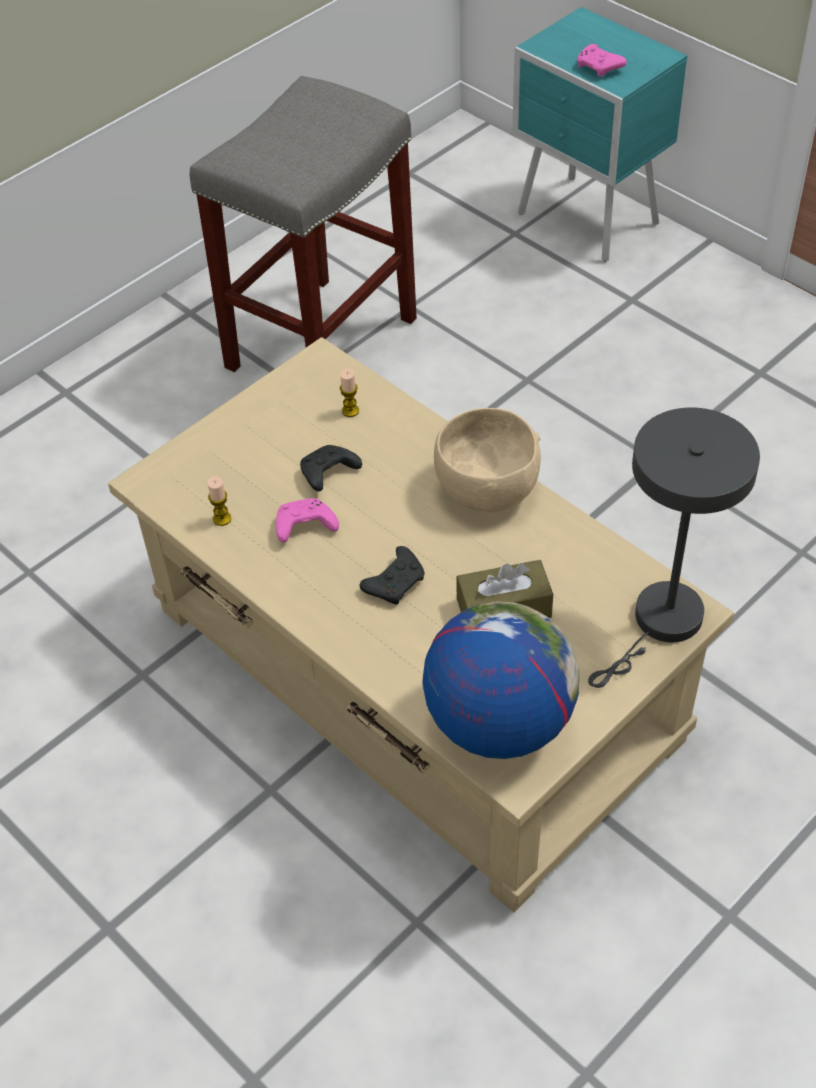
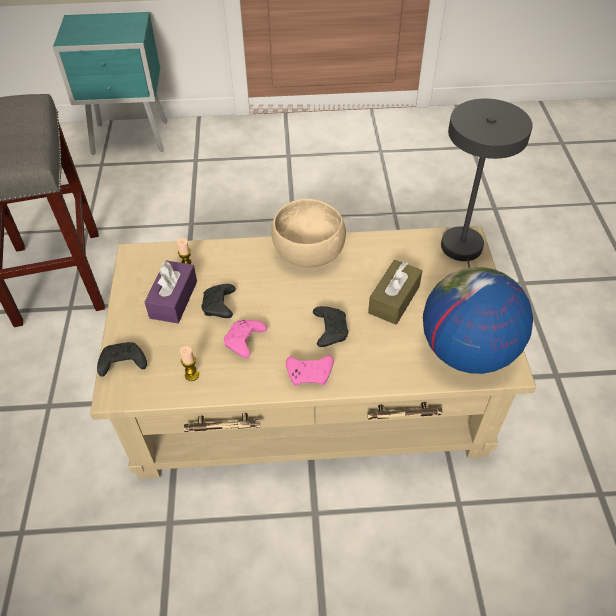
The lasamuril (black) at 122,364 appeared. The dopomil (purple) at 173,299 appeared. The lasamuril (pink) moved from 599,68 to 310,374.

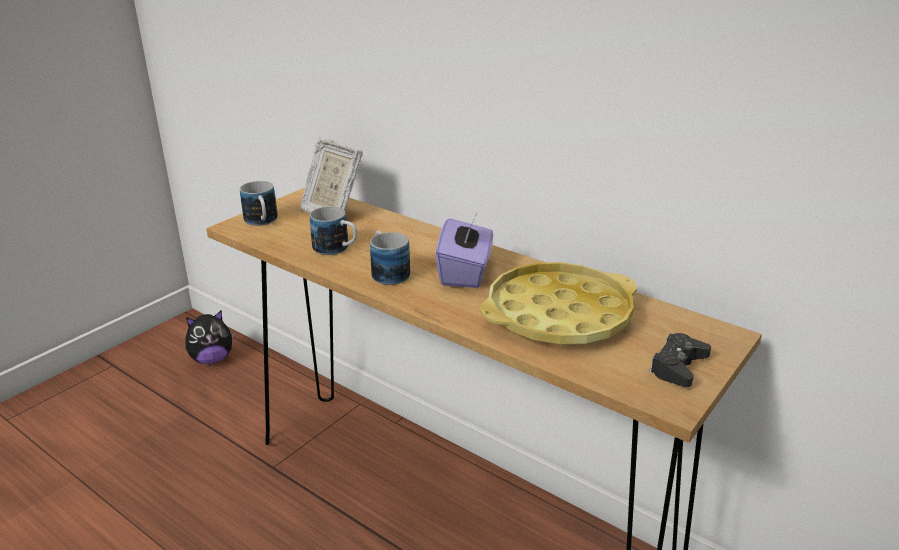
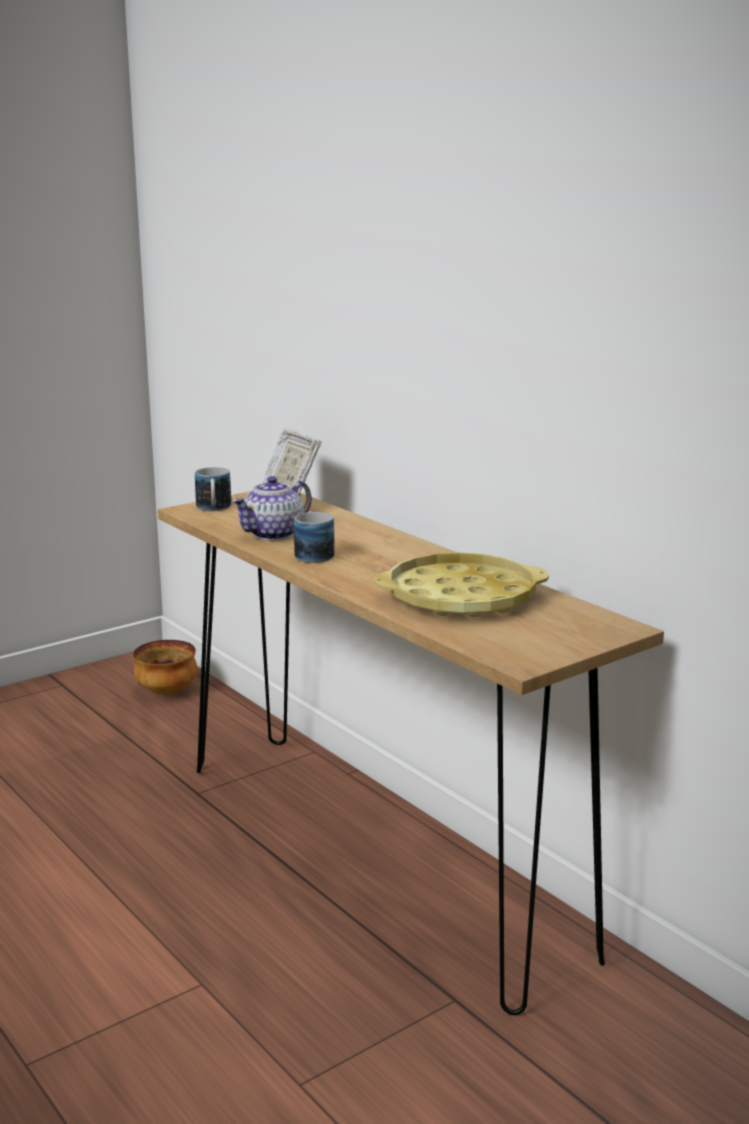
The dopomil (purple) at 465,273 disappeared. The lasamuril (black) at 678,367 disappeared. The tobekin at 212,359 was replaced by the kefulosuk at 167,692. The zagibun at 337,249 was replaced by the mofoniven at 274,534.

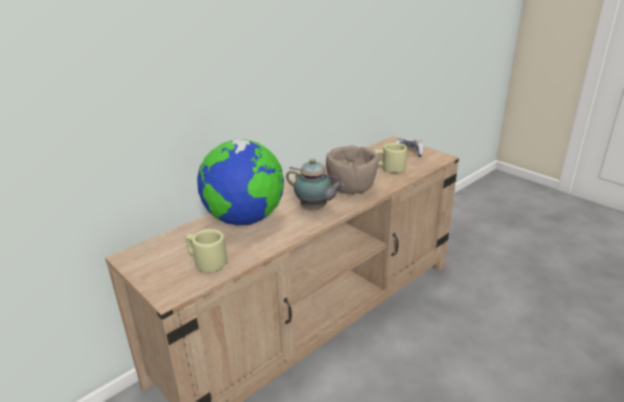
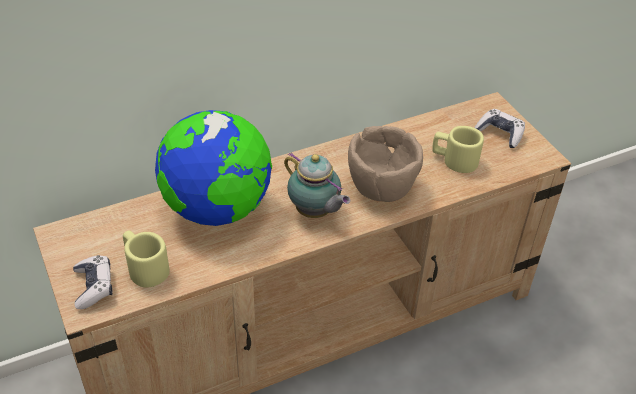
The lasamuril at 94,287 appeared.

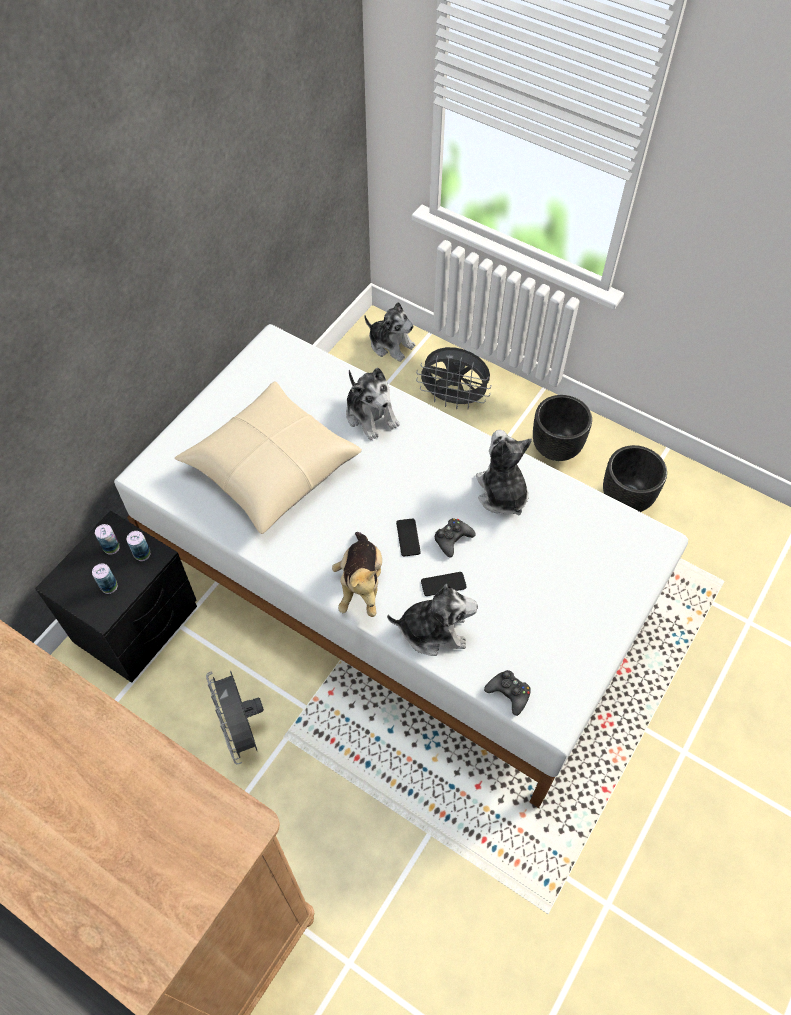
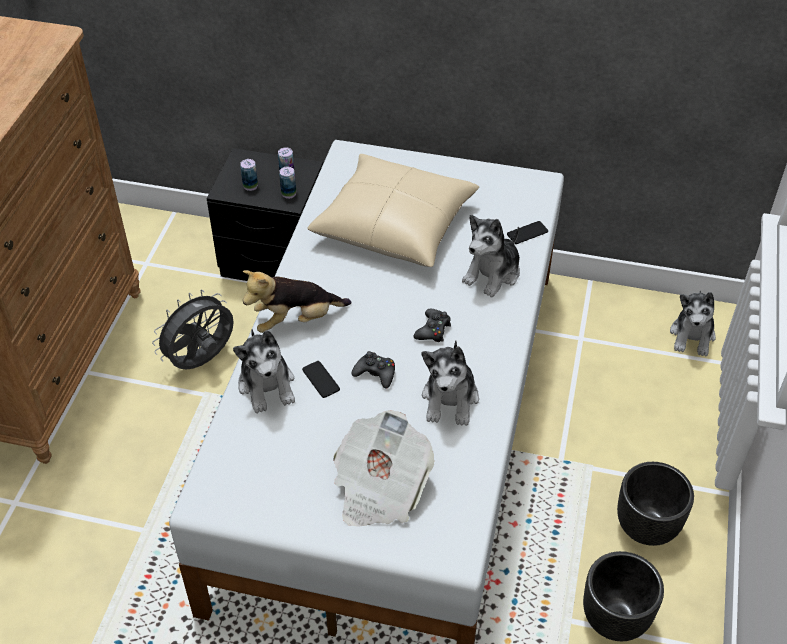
The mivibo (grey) at 453,400 disappeared. The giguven at 379,487 appeared. The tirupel moved from 408,537 to 527,233. The lasamuril (black) moved from 509,693 to 433,330. The tobekin at 501,493 turned 135 degrees clockwise.

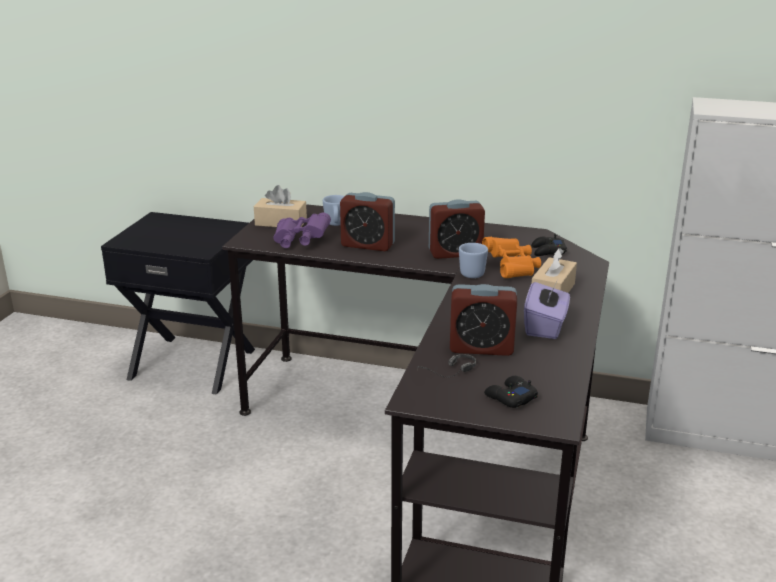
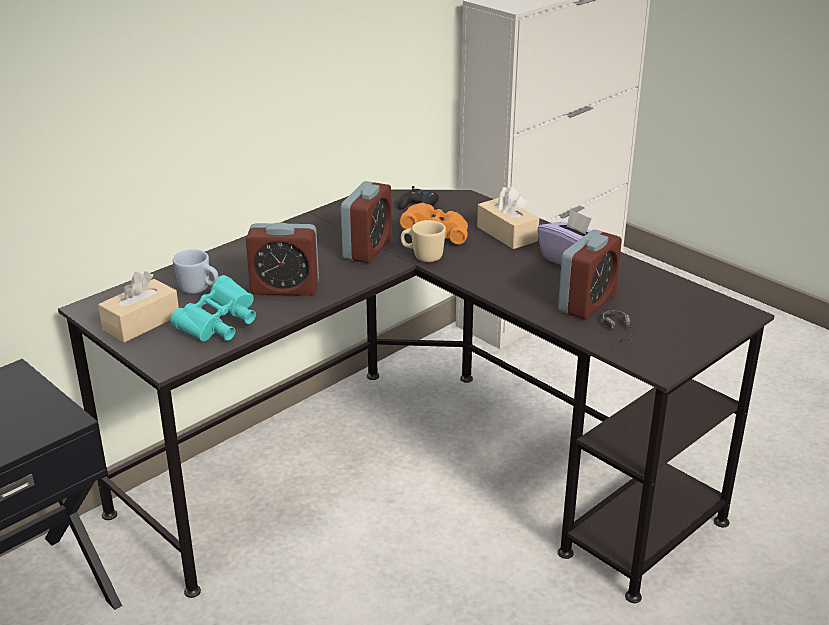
The lasamuril (black) at 510,397 disappeared. The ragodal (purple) at 300,241 became the ragodal (turquoise) at 219,325. The zagibun (blue) at 470,272 became the zagibun (beige) at 422,256. The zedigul at 367,245 turned 45 degrees clockwise.

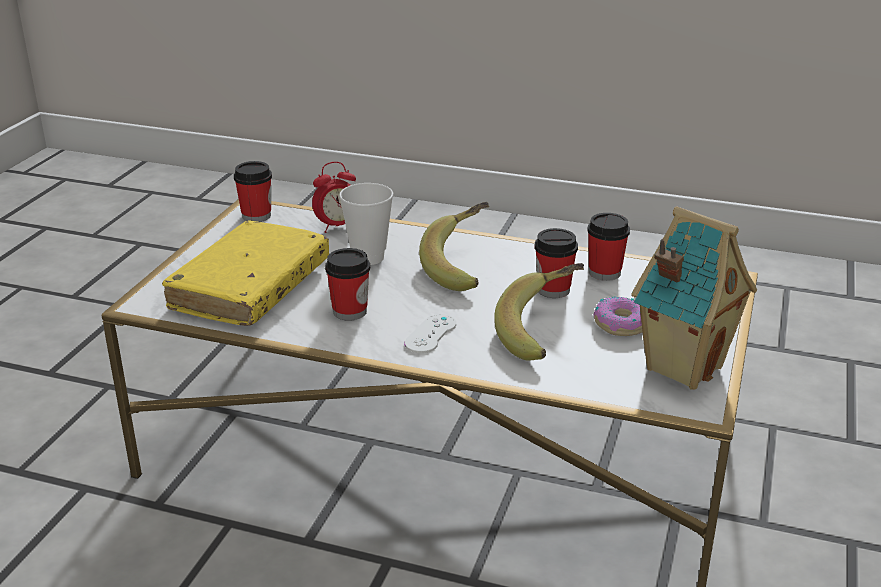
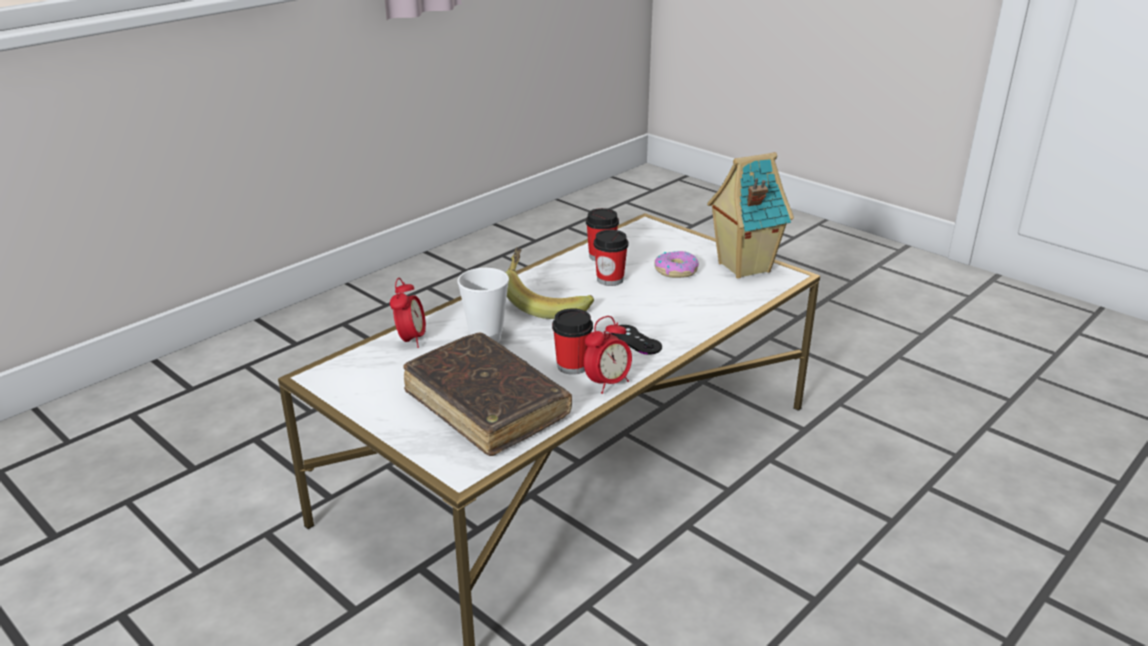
The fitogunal at 256,216 disappeared. The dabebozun at 544,333 disappeared. The zedigul at 607,383 appeared. The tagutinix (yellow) at 251,287 became the tagutinix (brown) at 486,405. The lasamuril (white) at 431,334 became the lasamuril (black) at 636,340.

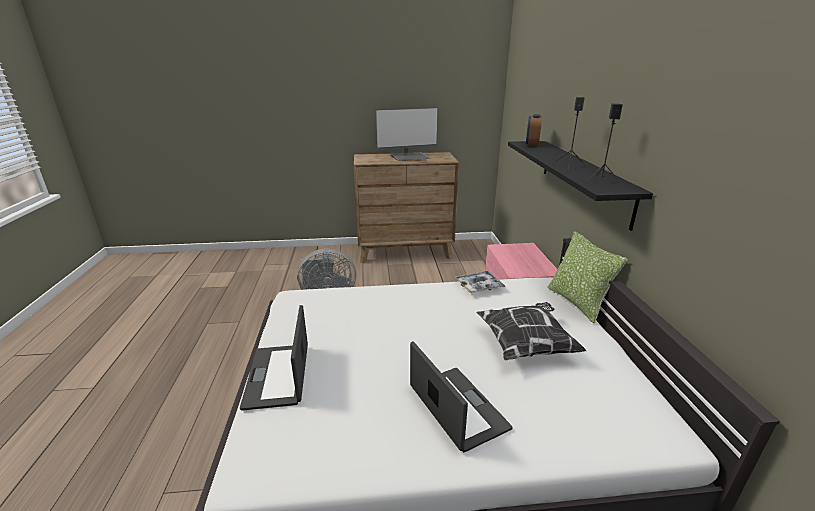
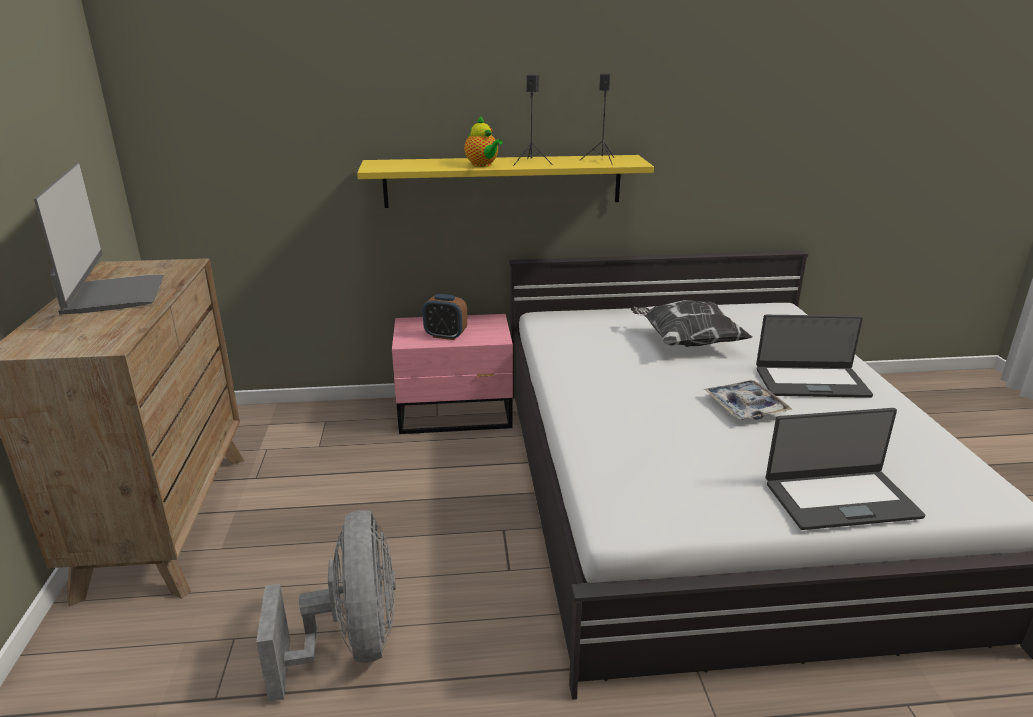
The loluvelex at 577,302 disappeared. The mofoniven at 483,165 appeared. The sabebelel moved from 479,286 to 745,407. The zedigul moved from 532,144 to 445,335. The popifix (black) at 583,179 became the popifix (yellow) at 503,181. The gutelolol at 456,408 turned 150 degrees counterclockwise.

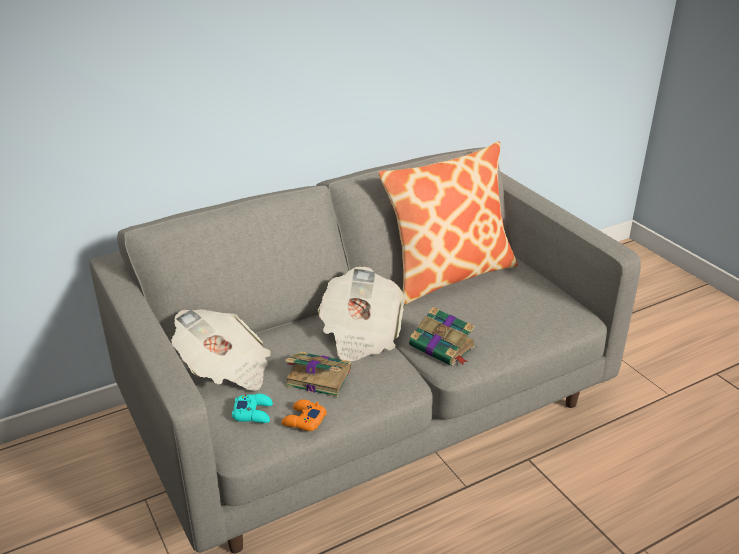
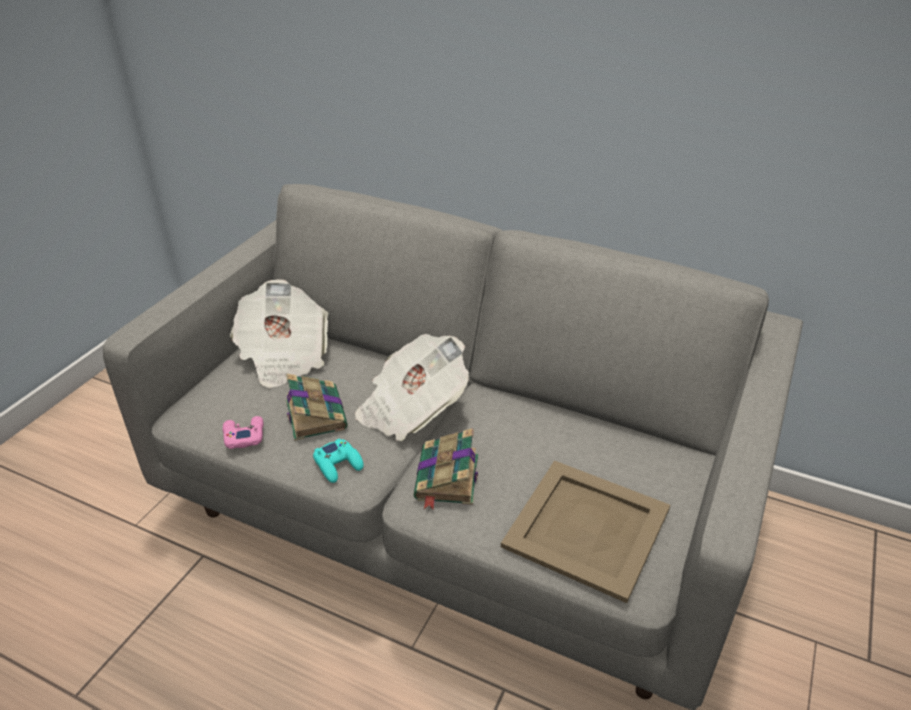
The loluvelex at 448,274 disappeared. The sabebelel (beige) at 588,527 appeared. The lasamuril (turquoise) moved from 253,413 to 338,464. The lasamuril (orange) at 303,420 became the lasamuril (pink) at 244,436.

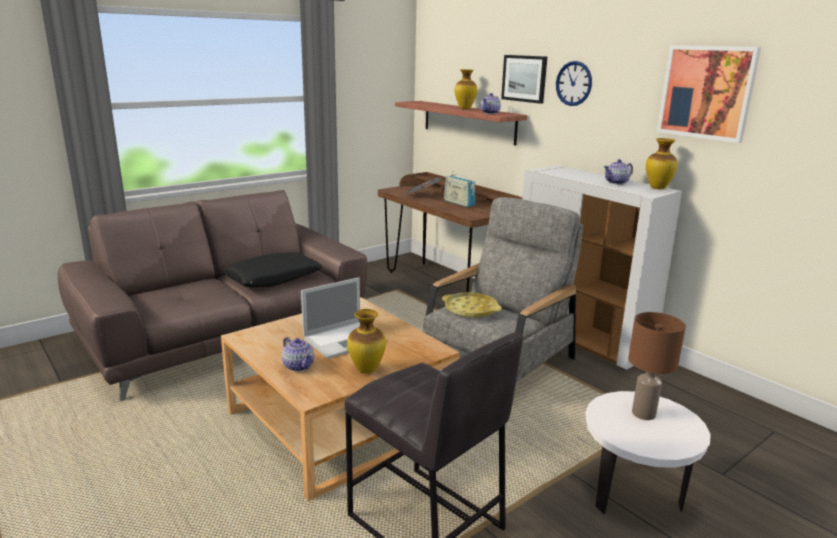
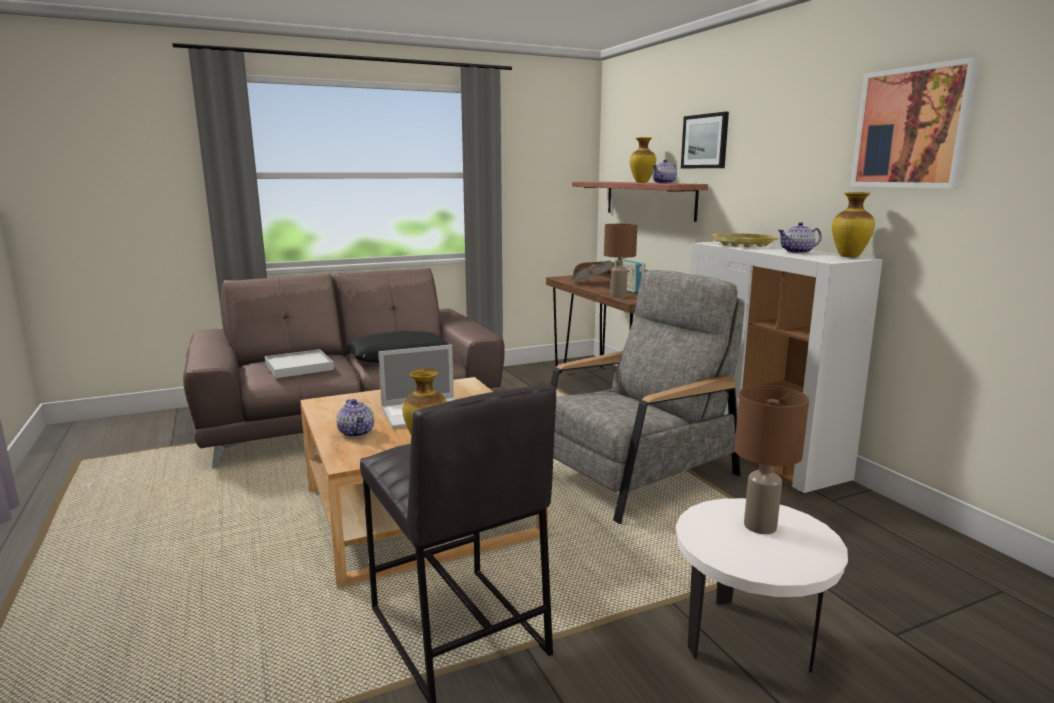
The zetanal at 574,83 disappeared. The sabebelel (white) at 299,367 appeared. The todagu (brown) at 618,296 appeared. The sabebelel (yellow) moved from 470,309 to 743,245.

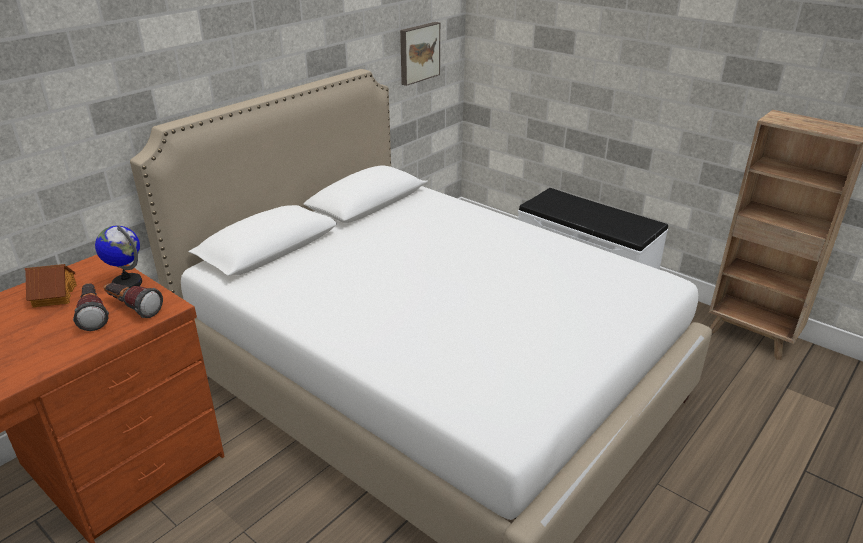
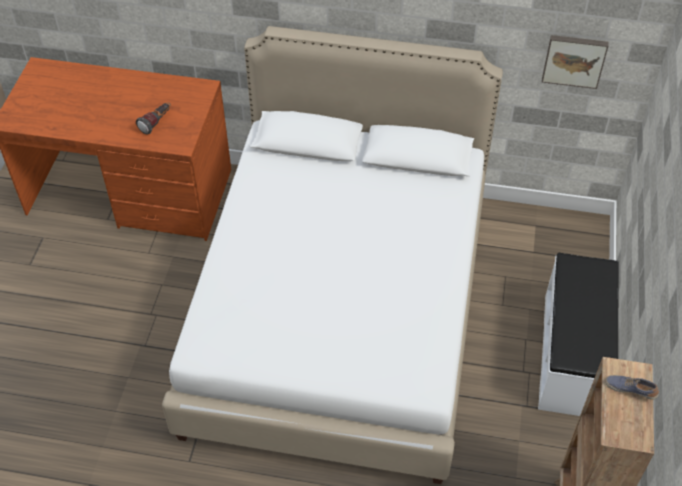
The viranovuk at 54,296 disappeared. The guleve at 127,283 disappeared. The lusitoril at 133,308 disappeared. The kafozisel at 630,389 appeared.

